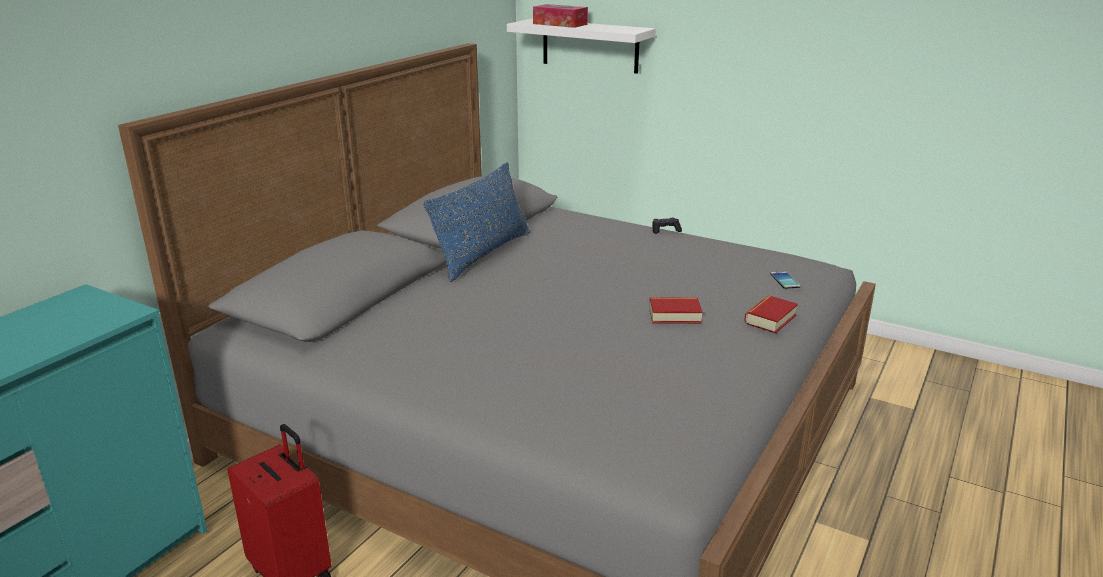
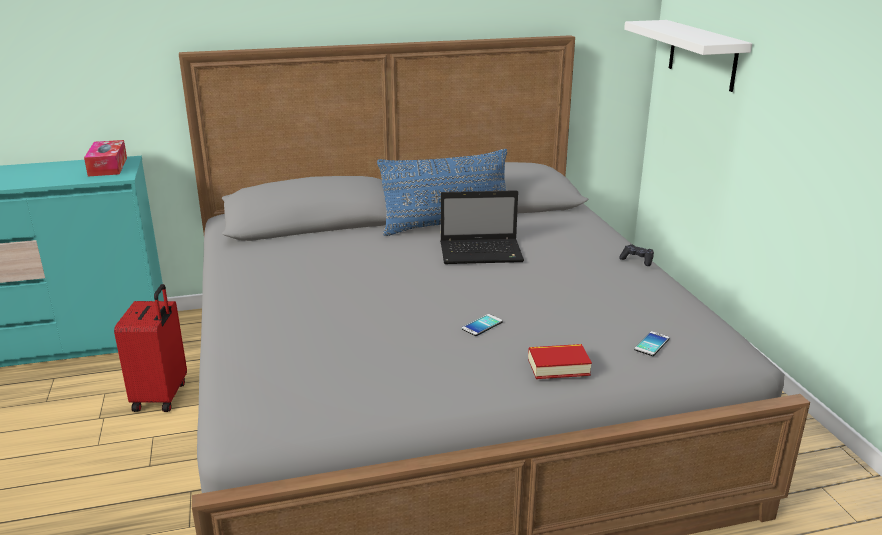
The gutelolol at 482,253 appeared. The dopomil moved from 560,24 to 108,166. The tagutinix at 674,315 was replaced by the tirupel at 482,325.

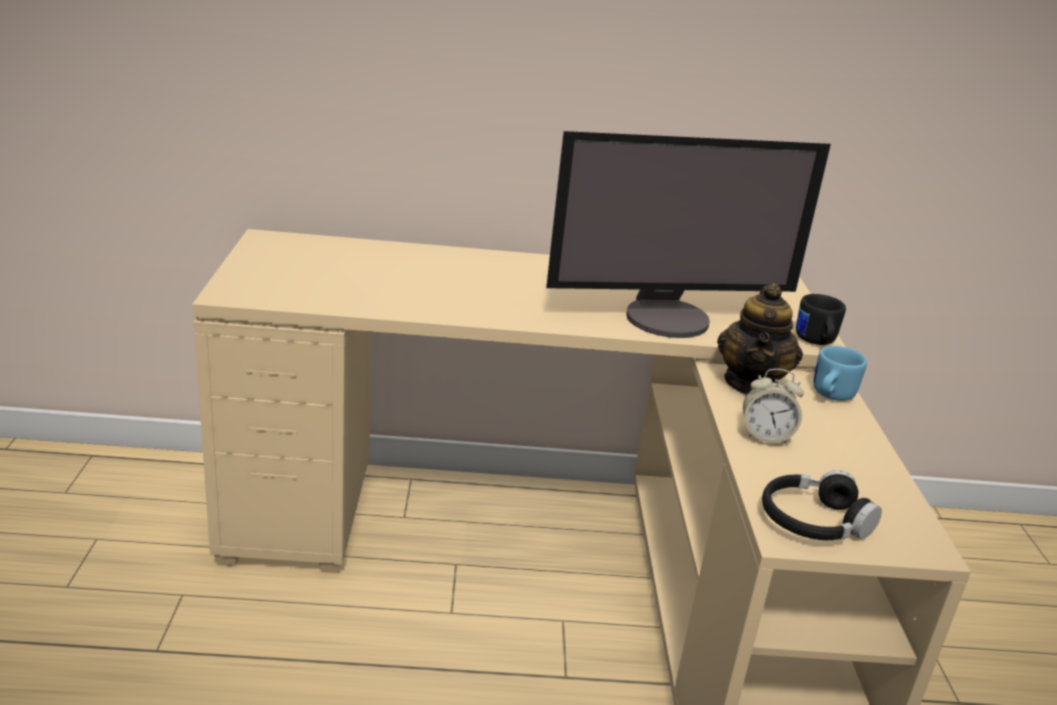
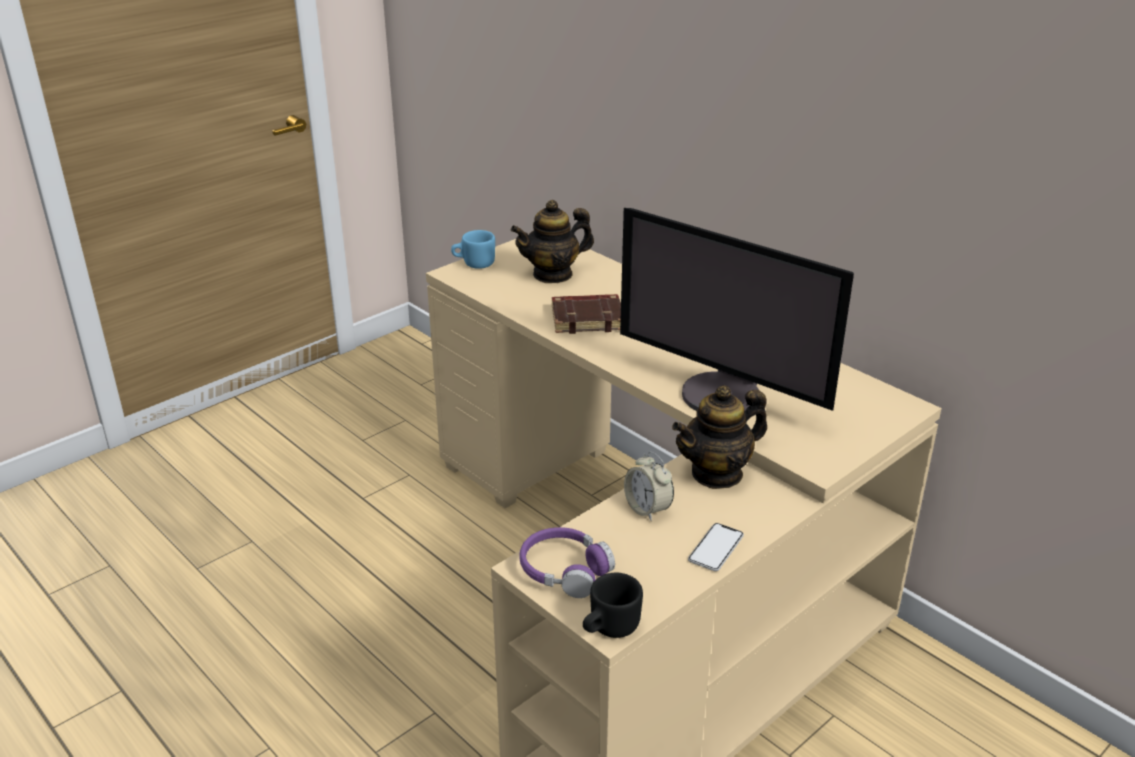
The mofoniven at 553,274 appeared. The tagutinix (brown) at 588,318 appeared. The tirupel at 716,548 appeared. The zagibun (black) moved from 815,342 to 608,628. The zagibun (blue) moved from 829,396 to 474,264. The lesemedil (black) at 813,521 became the lesemedil (purple) at 564,570.

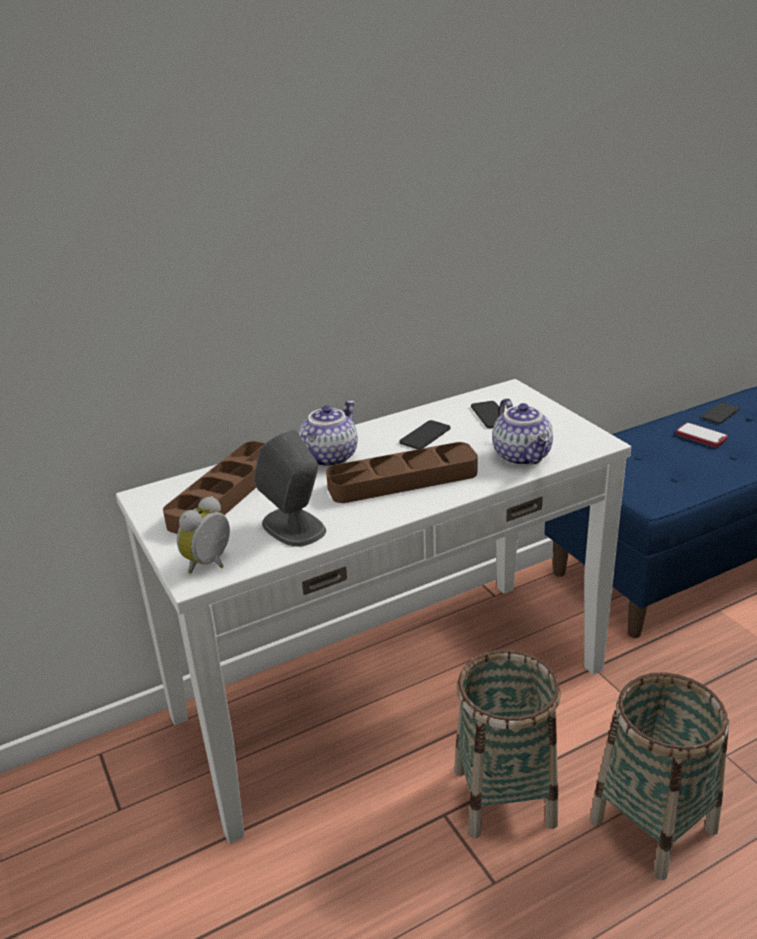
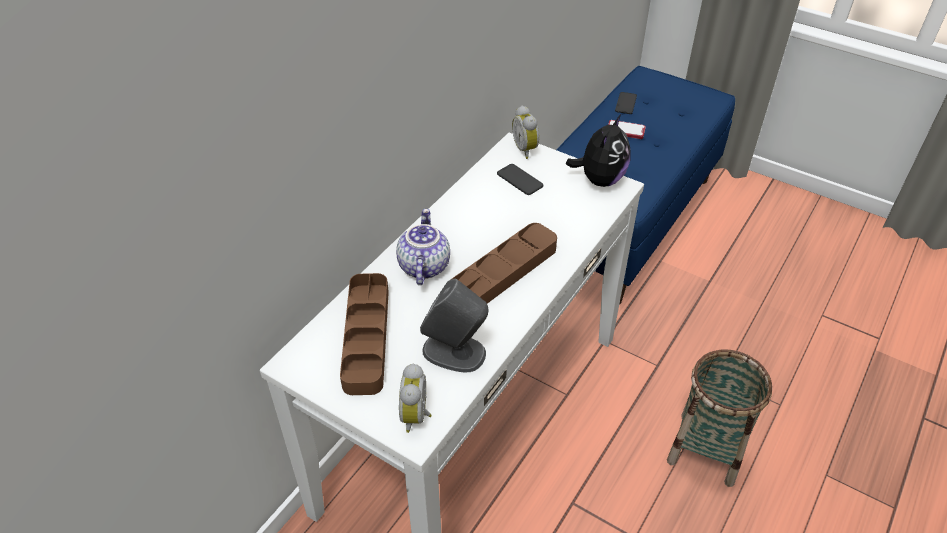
The tirupel at 425,435 disappeared. The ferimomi at 503,796 disappeared. The mofoniven at 523,456 disappeared. The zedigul at 526,149 appeared. The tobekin at 600,179 appeared.

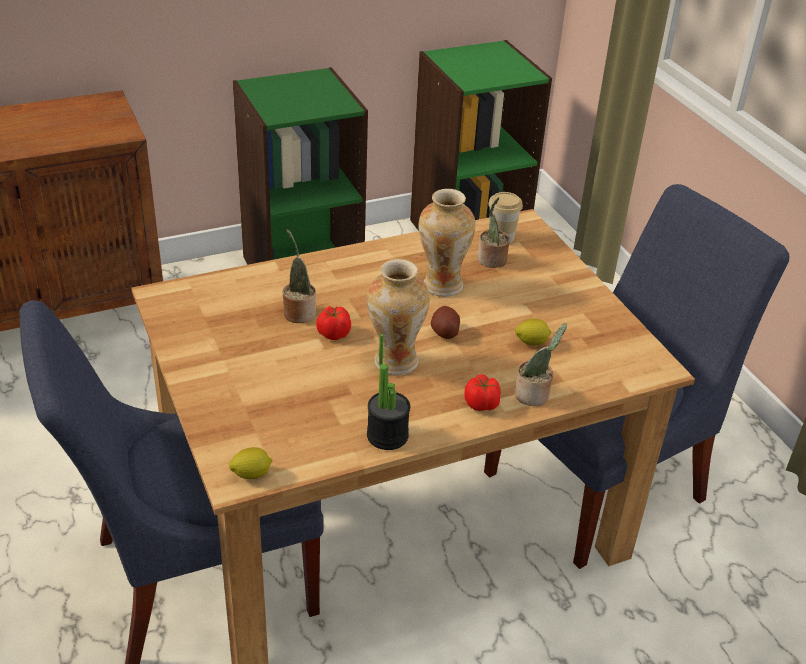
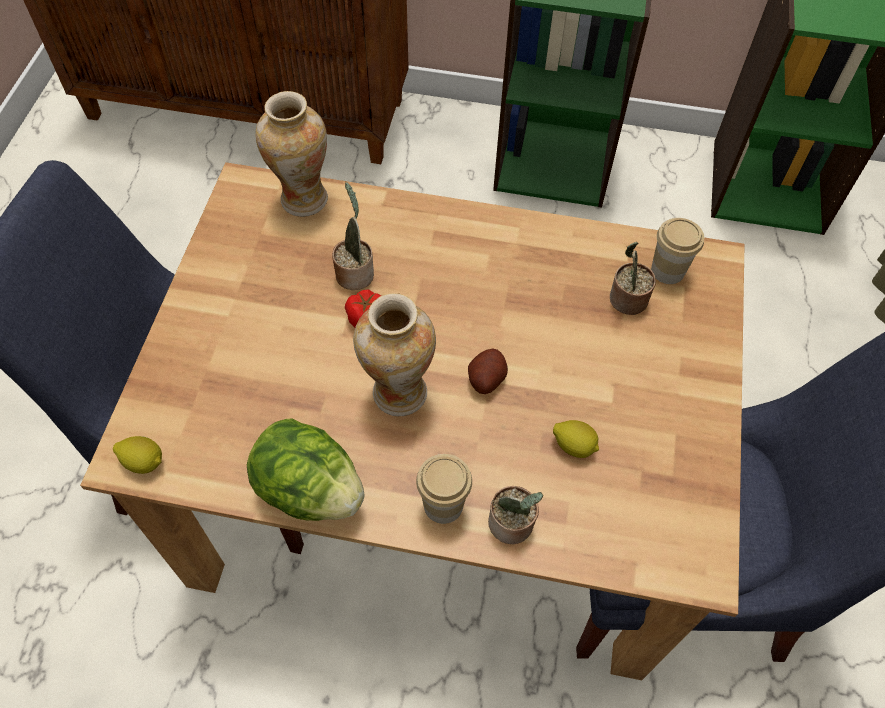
The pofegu moved from 441,285 to 302,199. The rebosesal at 387,436 was replaced by the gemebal at 309,489. The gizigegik at 482,404 was replaced by the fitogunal at 443,505.

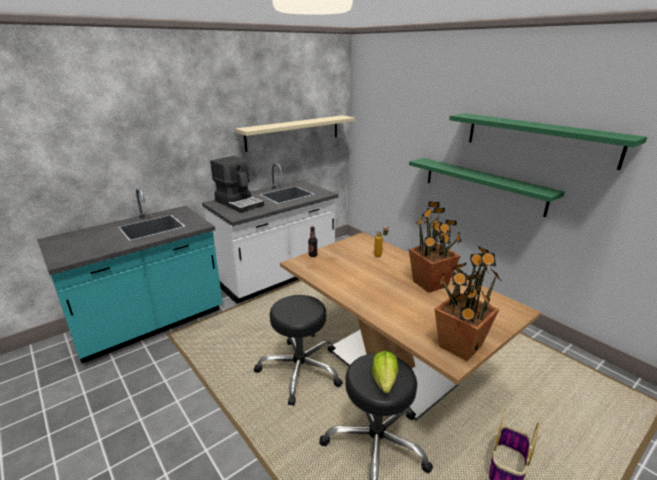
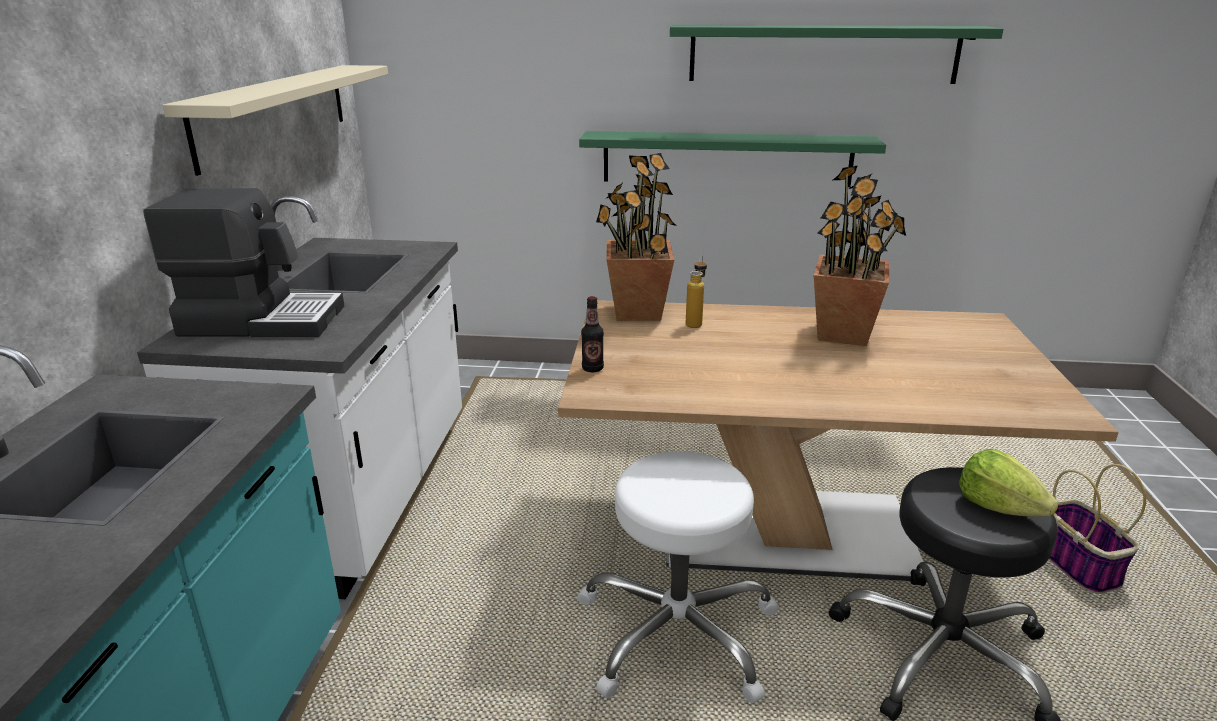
The rebosesal moved from 459,346 to 637,312. The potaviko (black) at 301,370 became the potaviko (white) at 677,631.

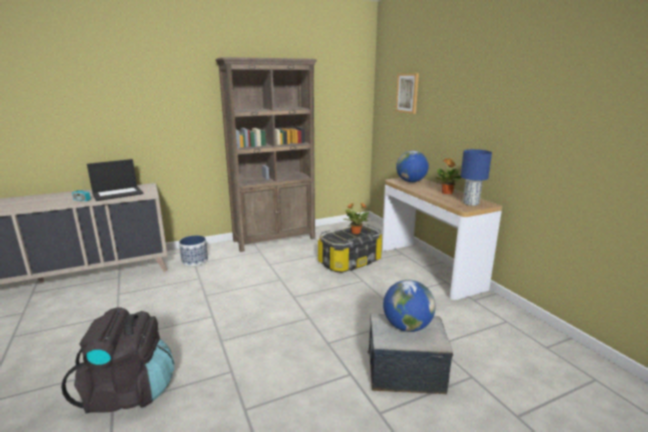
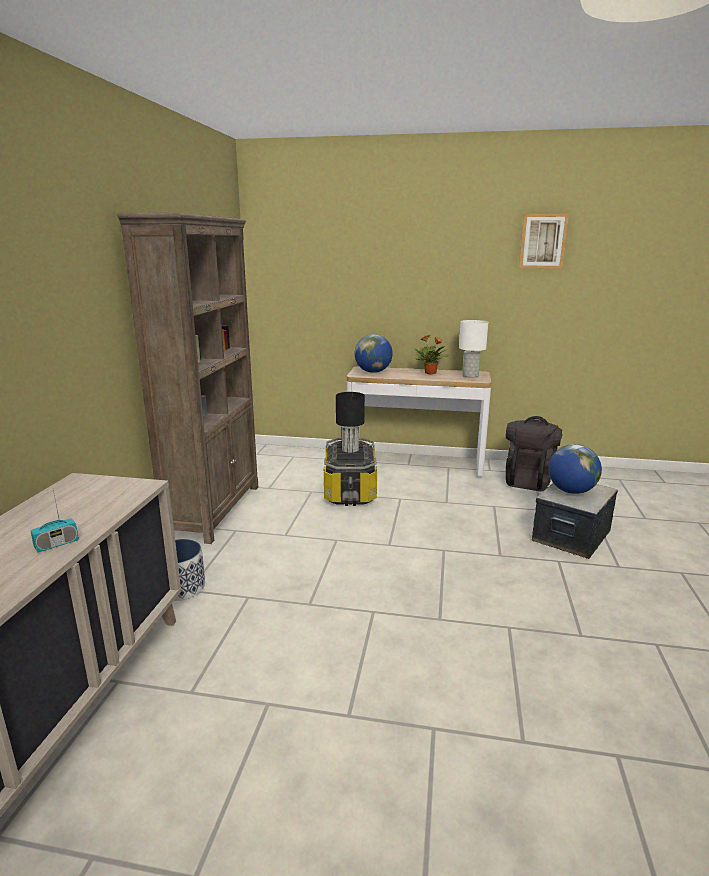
The gutelolol at 118,193 disappeared. The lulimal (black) moved from 129,392 to 528,480. The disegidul moved from 407,93 to 542,241. The rebosesal at 355,232 was replaced by the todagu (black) at 349,449. The todagu (blue) at 470,203 became the todagu (white) at 470,375.

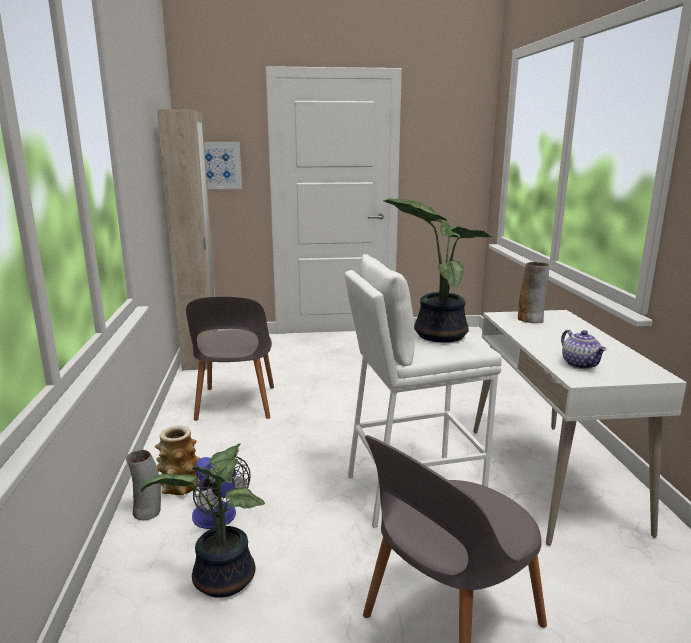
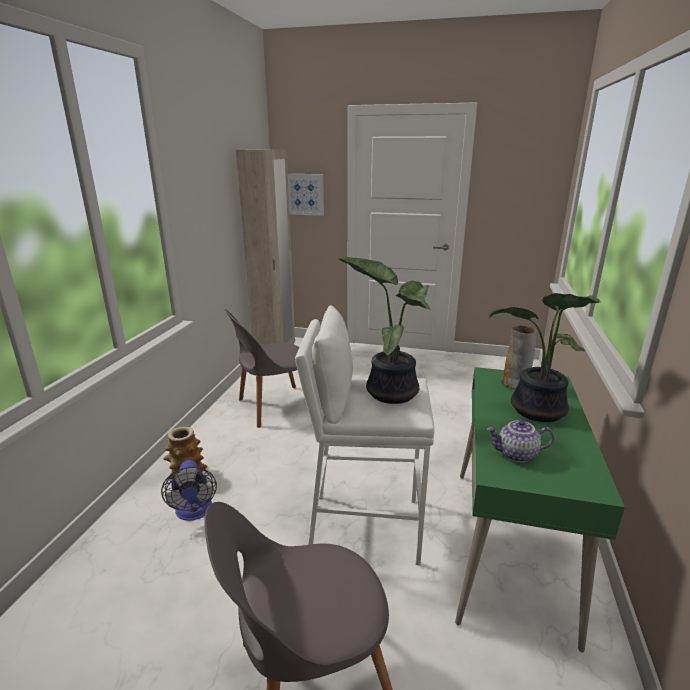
The pofegu at 148,511 disappeared. The rebosesal moved from 221,581 to 536,412. The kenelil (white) at 552,477 became the kenelil (green) at 509,546. The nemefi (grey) at 235,405 turned 45 degrees clockwise. The mofoniven at 581,364 turned 90 degrees clockwise.

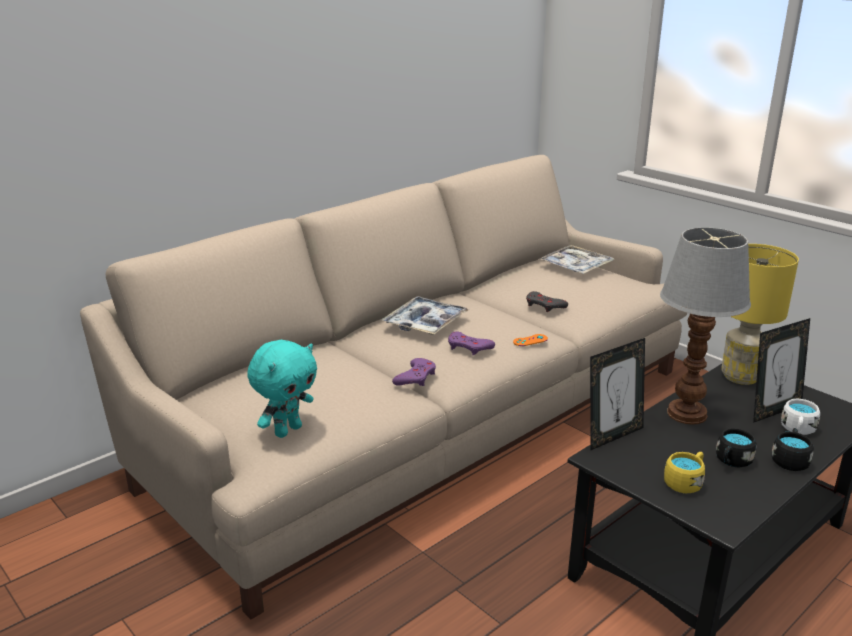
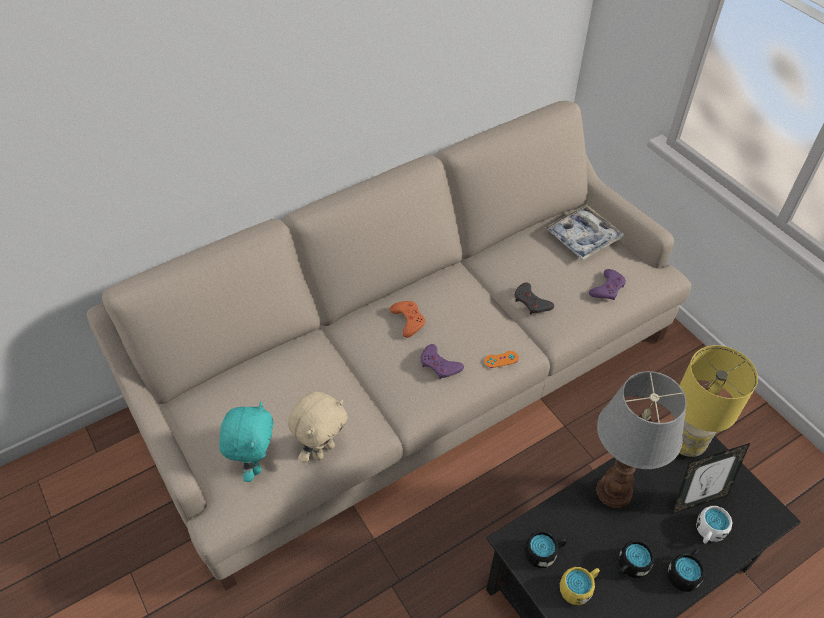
The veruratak at 613,436 disappeared. The tobekin (beige) at 323,450 appeared. The zagibun (black) at 544,553 appeared. The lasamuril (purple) moved from 416,377 to 607,288. The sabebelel at 425,323 was replaced by the lasamuril (orange) at 408,320. The tobekin (turquoise) at 287,430 turned 45 degrees counterclockwise.

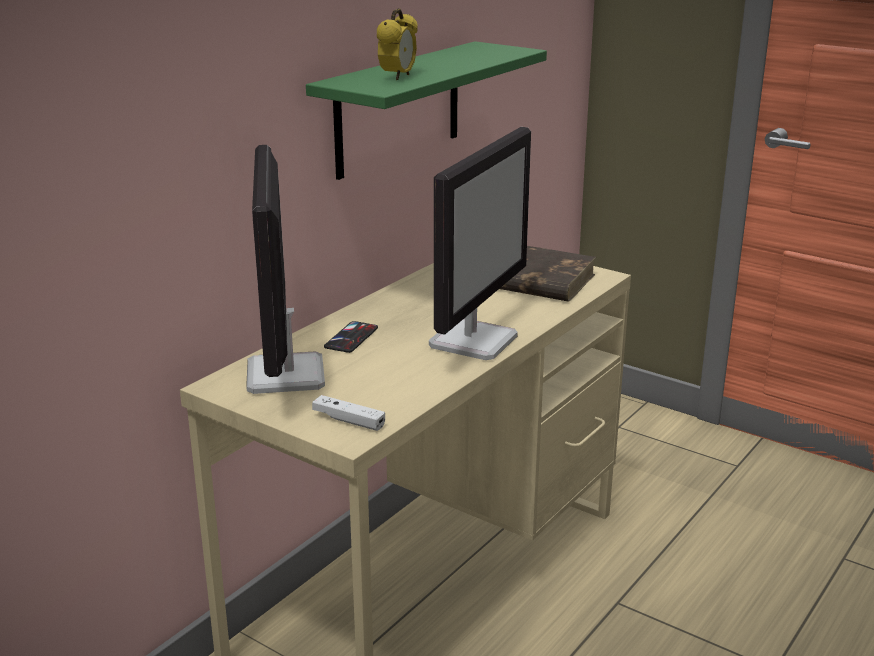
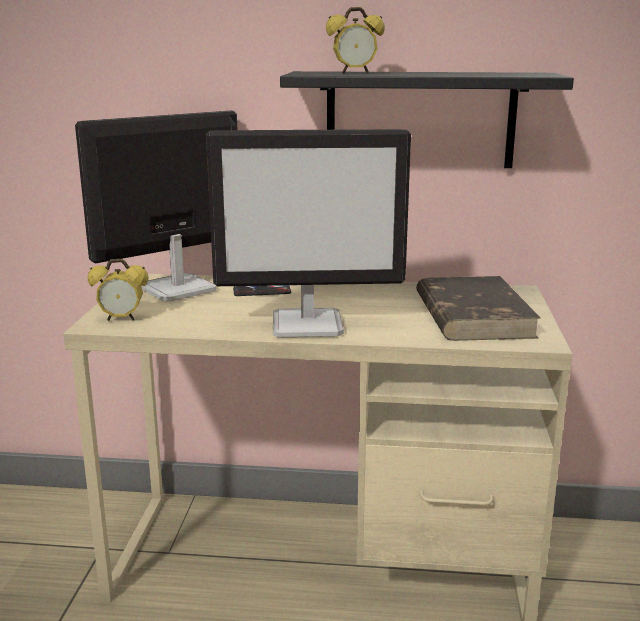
The lasamuril (white) at 348,420 was replaced by the zedigul at 121,319. The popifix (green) at 398,109 became the popifix (black) at 420,120.

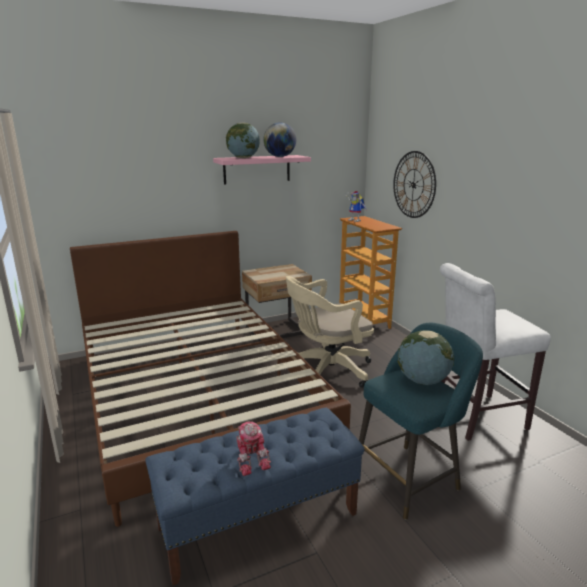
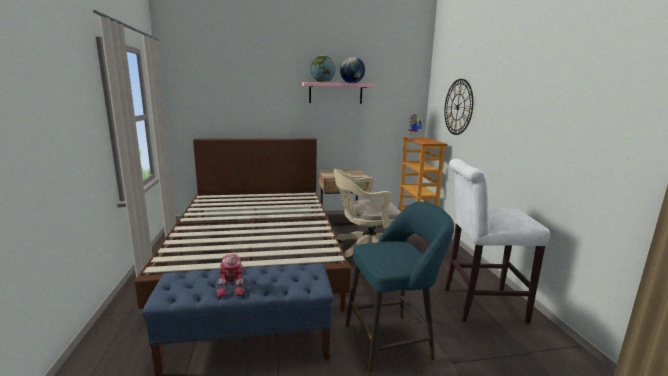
The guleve at 422,381 disappeared.

